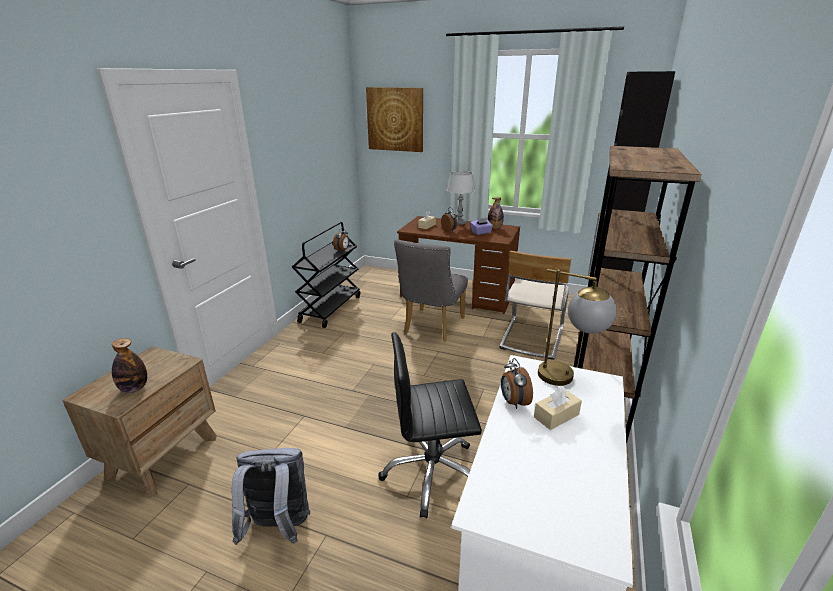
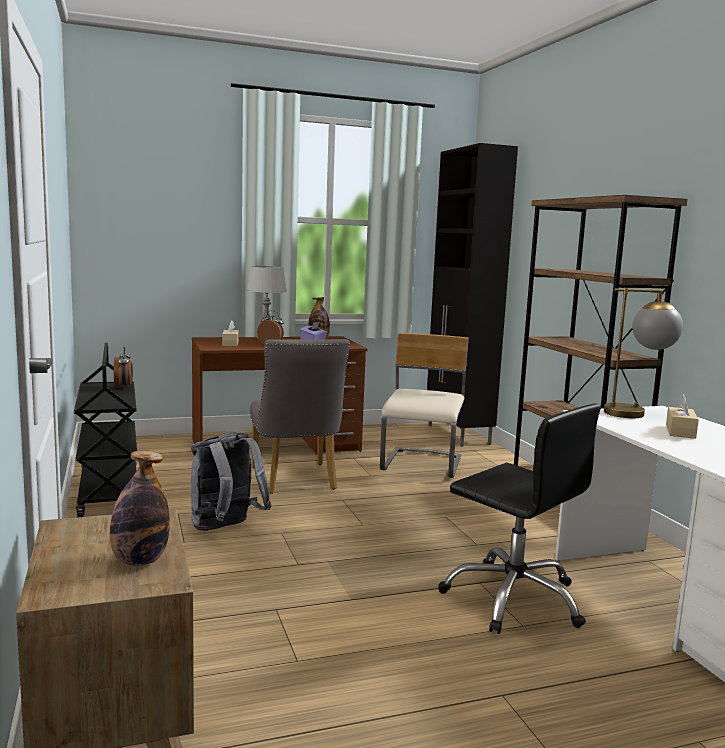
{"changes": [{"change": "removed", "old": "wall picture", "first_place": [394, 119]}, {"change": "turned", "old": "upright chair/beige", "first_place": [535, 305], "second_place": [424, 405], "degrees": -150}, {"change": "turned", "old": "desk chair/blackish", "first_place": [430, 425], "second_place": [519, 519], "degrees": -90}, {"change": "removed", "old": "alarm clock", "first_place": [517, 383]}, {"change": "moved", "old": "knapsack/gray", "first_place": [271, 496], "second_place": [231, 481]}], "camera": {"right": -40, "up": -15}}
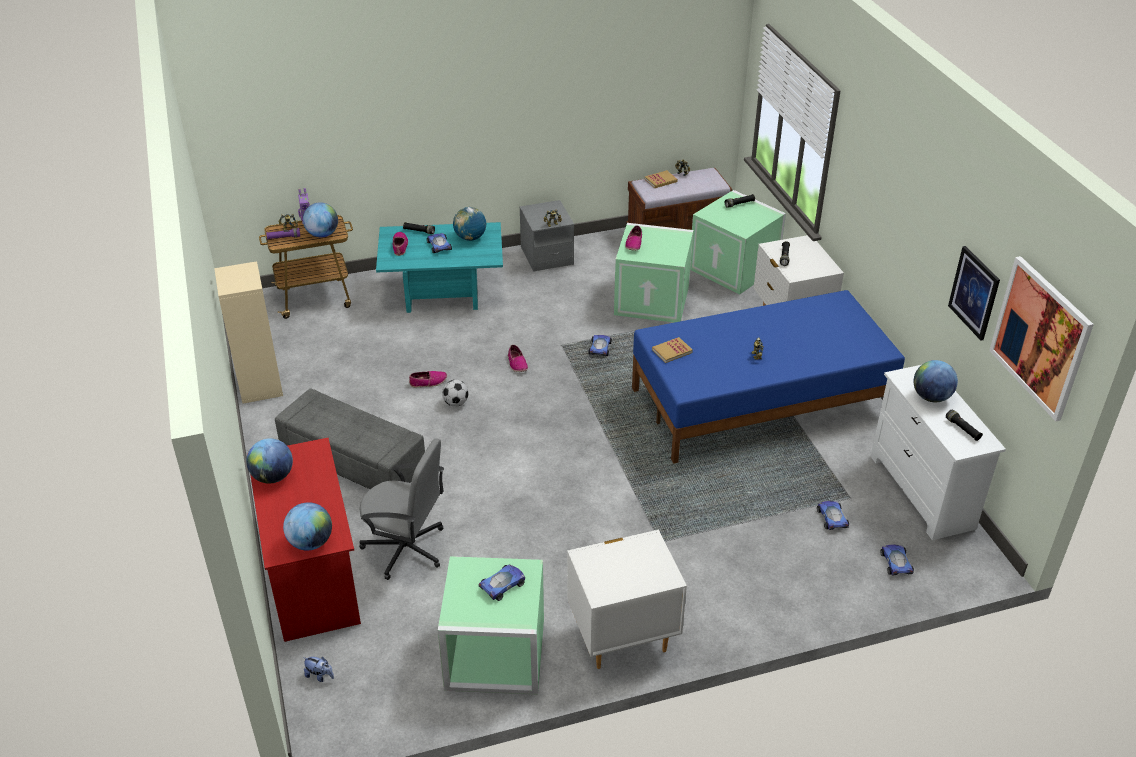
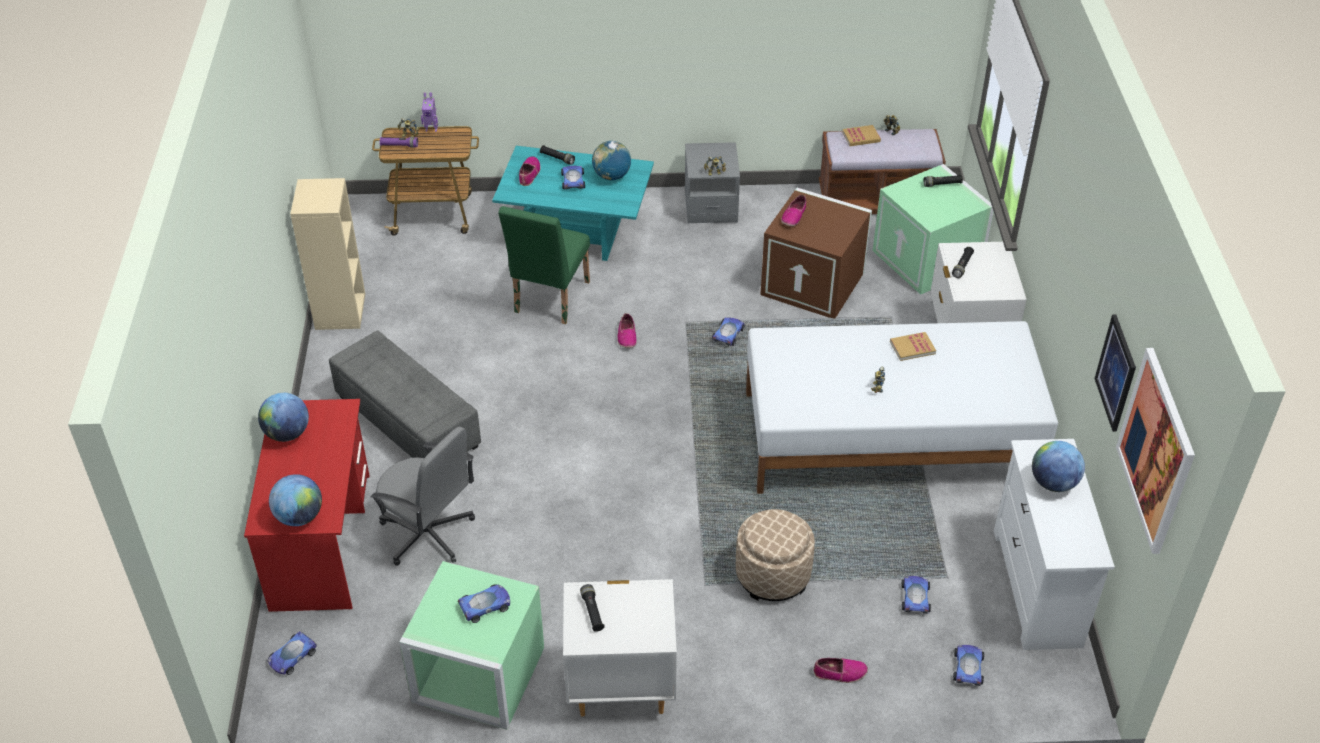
{"changes": [{"change": "removed", "old": "desk globe", "first_place": [320, 219]}, {"change": "recoloured", "old": "storage box/greenish", "new": "storage box/brown", "first_place": [653, 273], "second_place": [816, 253]}, {"change": "recoloured", "old": "sleeping bed/blue-coloured", "new": "sleeping bed/whitish", "first_place": [768, 377], "second_place": [902, 407]}, {"change": "moved", "old": "book", "first_place": [672, 350], "second_place": [913, 346]}, {"change": "moved", "old": "item of footwear", "first_place": [428, 379], "second_place": [840, 670]}, {"change": "removed", "old": "ball for football", "first_place": [455, 393]}, {"change": "moved", "old": "hand torch/blackish", "first_place": [964, 425], "second_place": [592, 608]}, {"change": "replaced", "old": "cuddly toy", "new": "miniature car", "first_place": [318, 669], "second_place": [292, 653]}, {"change": "added", "new": "upright chair/greenish", "second_place": [544, 265]}, {"change": "added", "new": "footrest/beige", "second_place": [775, 555]}], "camera": {"right": 15, "up": 5}}
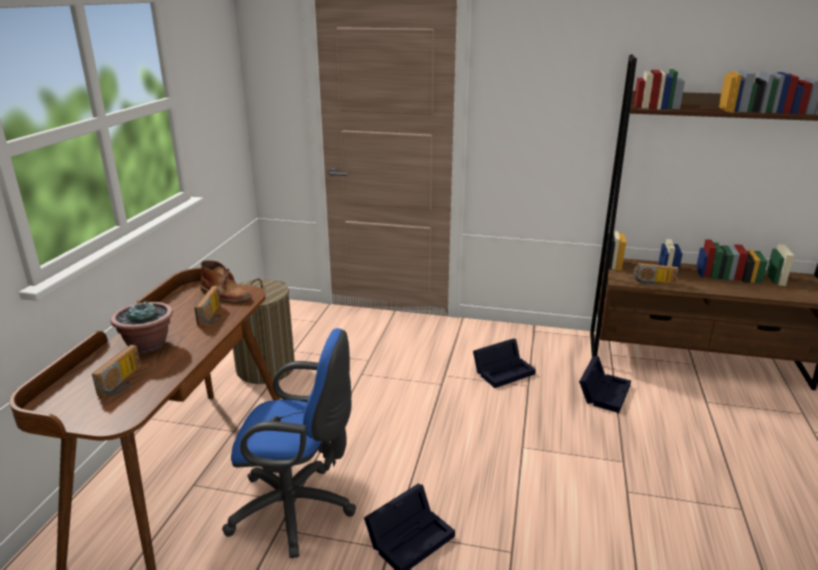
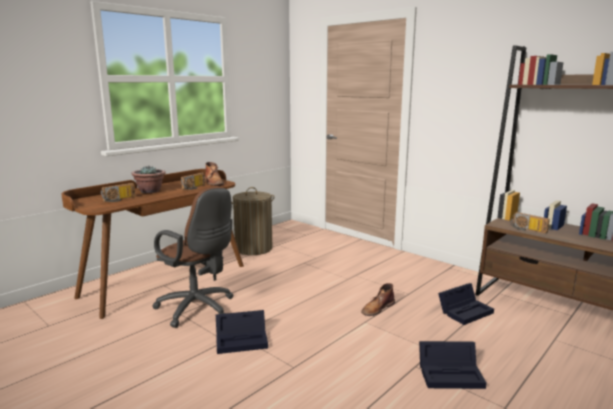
{"changes": [{"change": "recoloured", "old": "desk chair/blue-coloured", "new": "desk chair/brown", "first_place": [289, 443], "second_place": [193, 257]}, {"change": "moved", "old": "storage box/blackish", "first_place": [504, 363], "second_place": [453, 365]}, {"change": "added", "new": "boot/brown", "second_place": [378, 299]}], "camera": {"right": 30, "up": -10}}
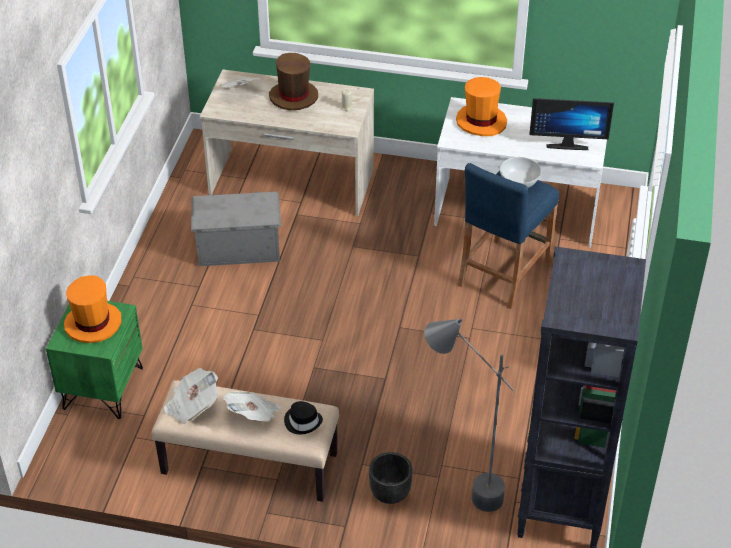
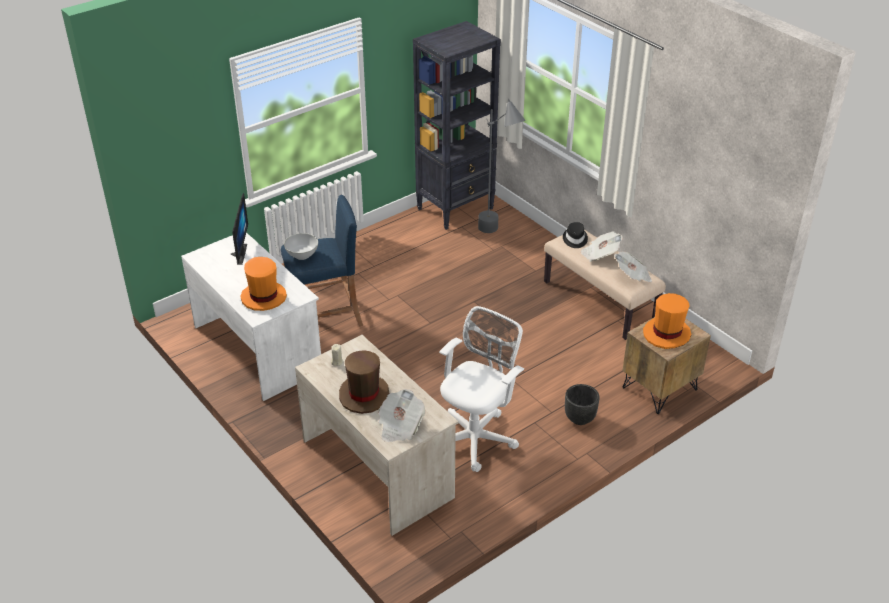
{"changes": [{"change": "turned", "old": "computer display", "first_place": [571, 124], "second_place": [239, 229], "degrees": 45}, {"change": "replaced", "old": "storage box/gray", "new": "desk chair/whitish", "first_place": [236, 229], "second_place": [481, 389]}, {"change": "recoloured", "old": "bedside table/greenish", "new": "bedside table/brown", "first_place": [94, 360], "second_place": [666, 365]}, {"change": "moved", "old": "flower pot/blackish", "first_place": [391, 478], "second_place": [582, 404]}], "camera": {"right": -140, "up": -5}}
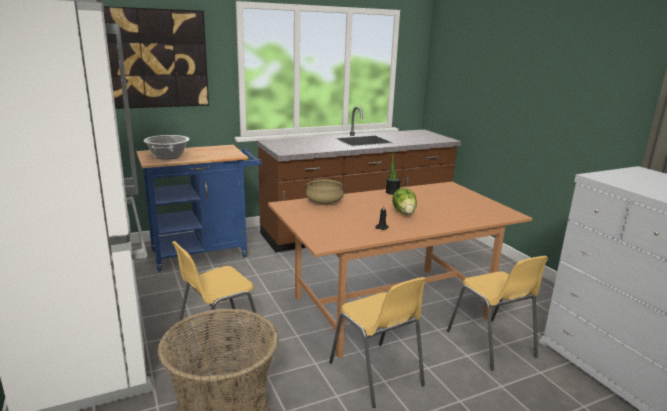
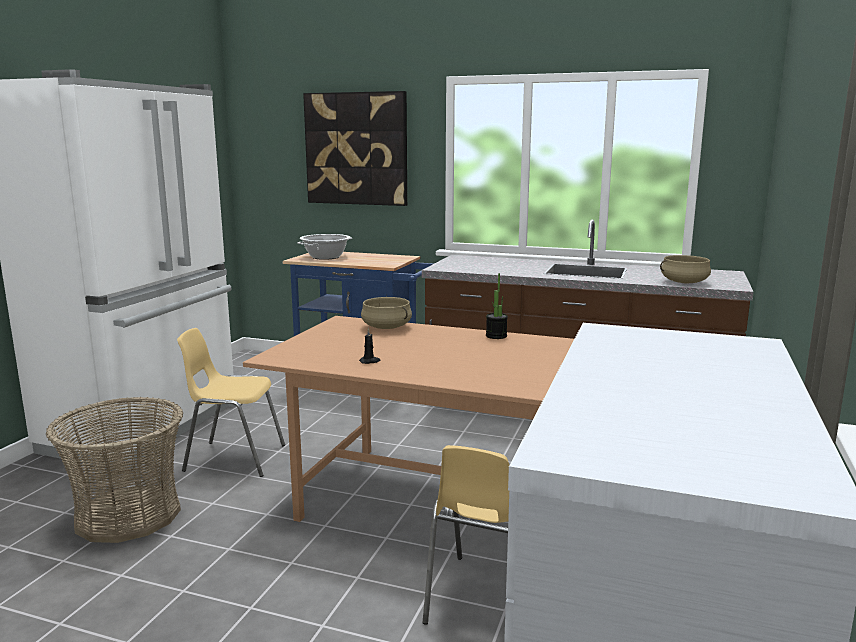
{"changes": [{"change": "removed", "old": "lettuce", "first_place": [404, 201]}, {"change": "removed", "old": "upright chair/yellow-coloured", "first_place": [377, 342]}, {"change": "added", "new": "saucepot/beige", "second_place": [685, 269]}], "camera": {"right": 45, "up": -5}}
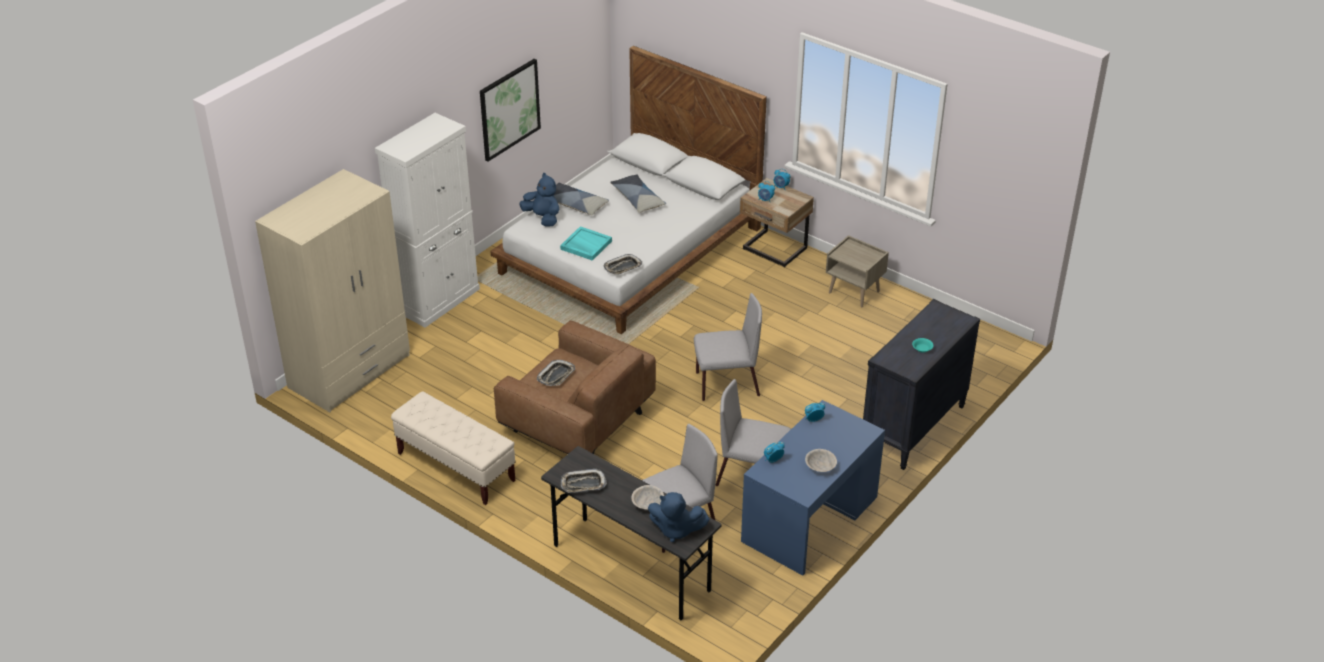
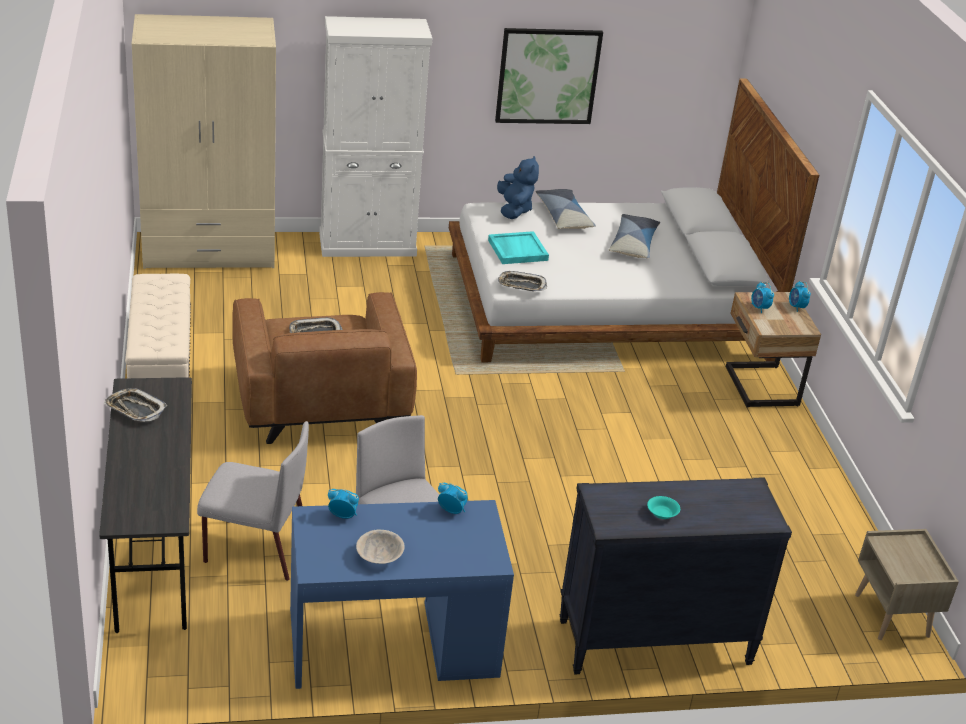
{"changes": [{"change": "moved", "old": "bedside table/beige", "first_place": [857, 271], "second_place": [907, 584]}, {"change": "removed", "old": "upright chair/gray", "first_place": [728, 347]}, {"change": "removed", "old": "deep dish/beige", "first_place": [647, 497]}, {"change": "removed", "old": "cuddly toy/blue-coloured", "first_place": [679, 517]}], "camera": {"right": 40, "up": -5}}
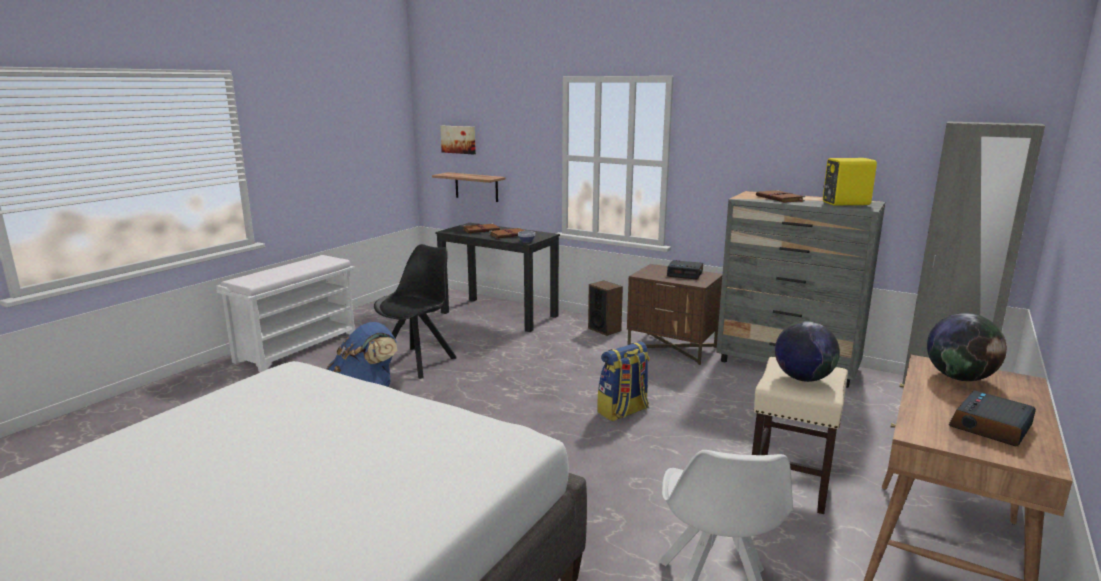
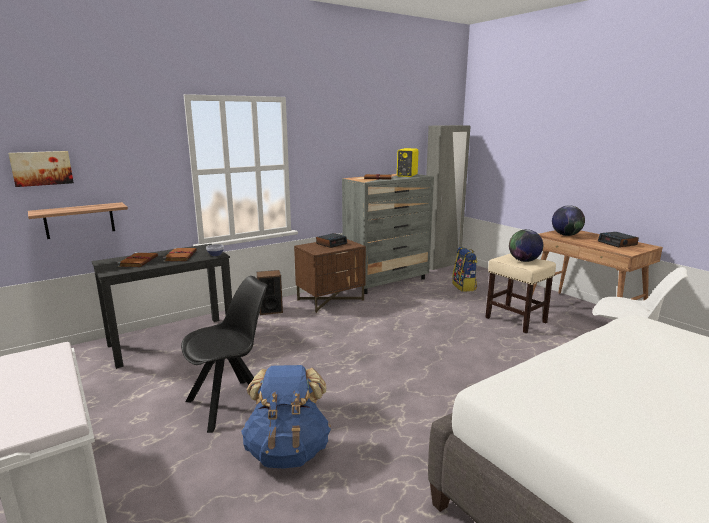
{"changes": [{"change": "turned", "old": "upright chair/blackish", "first_place": [415, 311], "second_place": [224, 354], "degrees": 90}, {"change": "moved", "old": "knapsack", "first_place": [623, 381], "second_place": [465, 269]}], "camera": {"right": -65, "up": 0}}
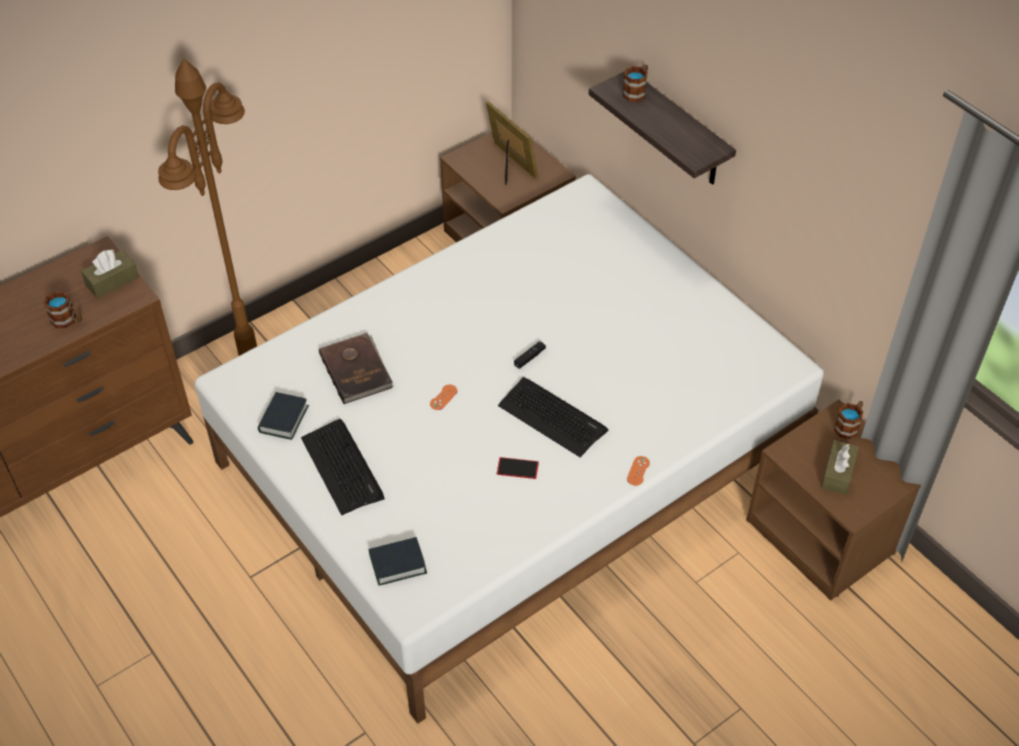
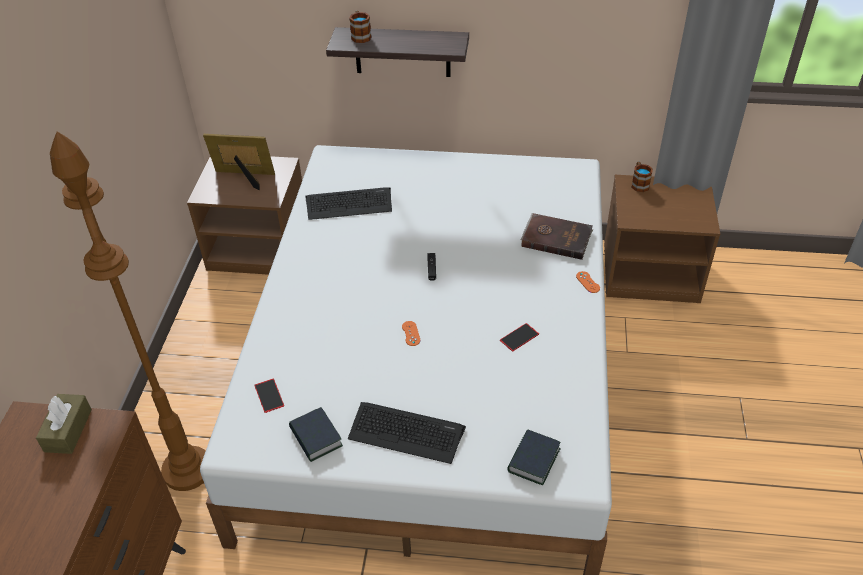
{"changes": [{"change": "removed", "old": "tea mug", "first_place": [63, 309]}, {"change": "moved", "old": "book/brown", "first_place": [356, 368], "second_place": [557, 236]}, {"change": "moved", "old": "computer keyboard", "first_place": [553, 417], "second_place": [348, 203]}, {"change": "removed", "old": "box of tissues/brown", "first_place": [840, 467]}, {"change": "added", "new": "telephone", "second_place": [269, 396]}], "camera": {"right": -45, "up": -5}}
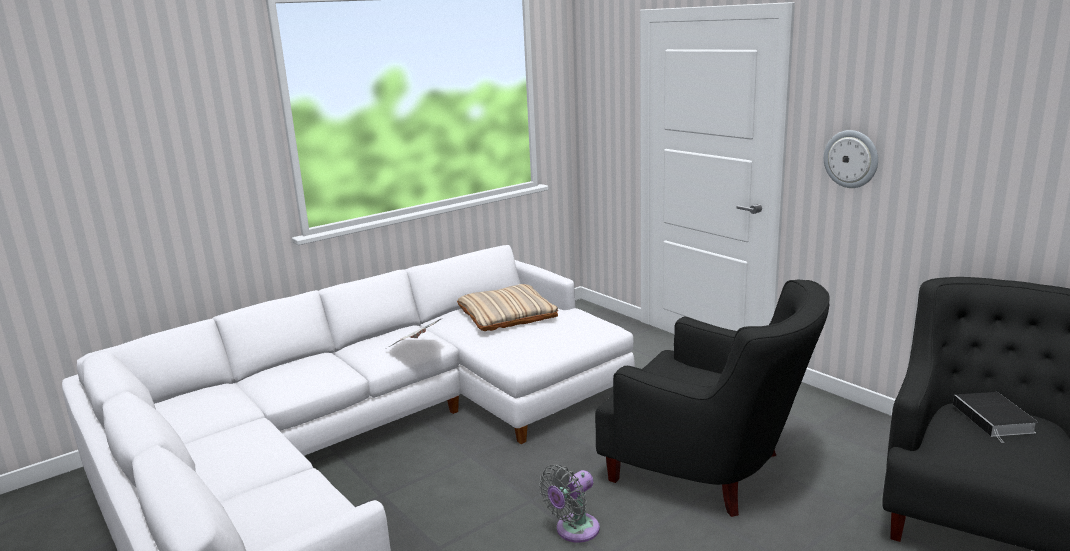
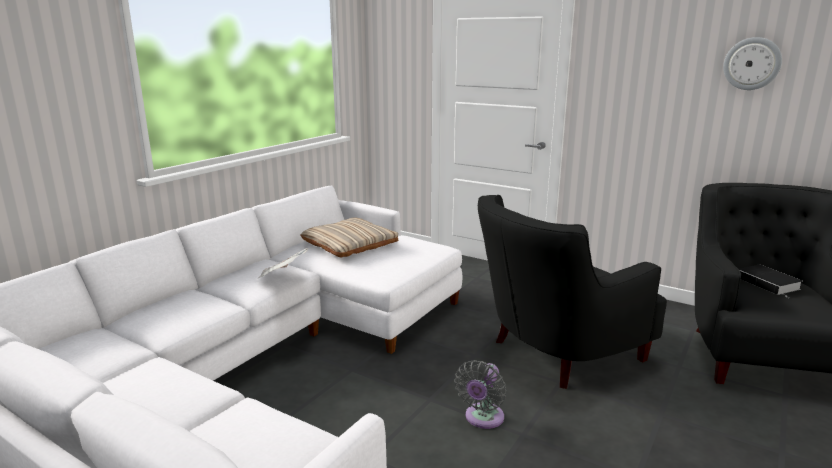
{"changes": [{"change": "moved", "old": "hanging clock", "first_place": [851, 159], "second_place": [752, 63]}, {"change": "turned", "old": "armchair/blackish", "first_place": [712, 398], "second_place": [572, 292], "degrees": 135}], "camera": {"right": -20, "up": 0}}
